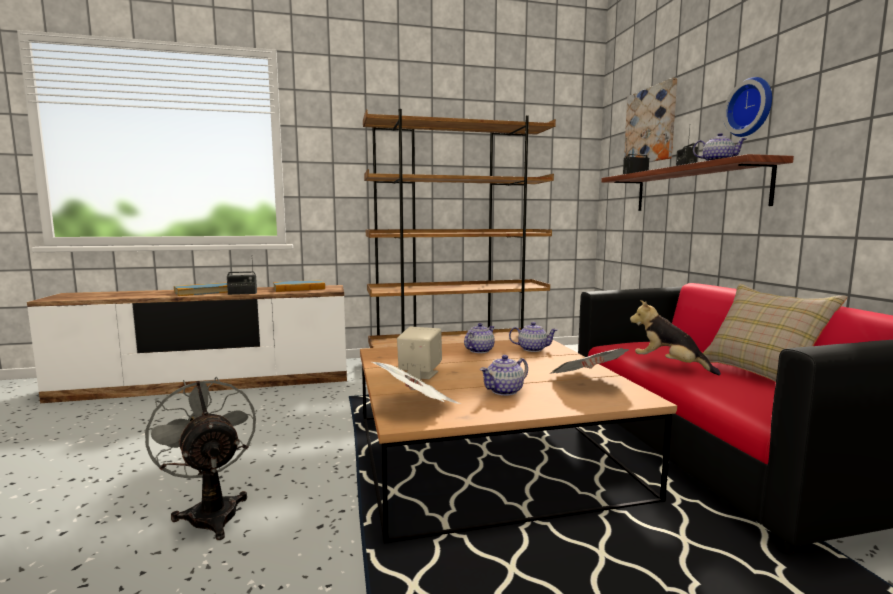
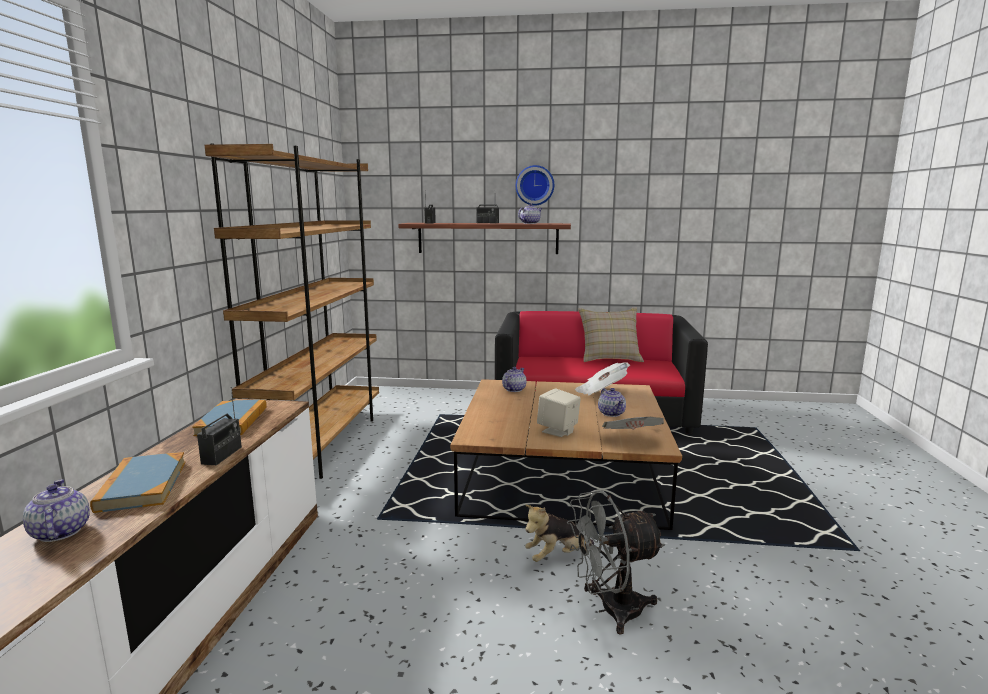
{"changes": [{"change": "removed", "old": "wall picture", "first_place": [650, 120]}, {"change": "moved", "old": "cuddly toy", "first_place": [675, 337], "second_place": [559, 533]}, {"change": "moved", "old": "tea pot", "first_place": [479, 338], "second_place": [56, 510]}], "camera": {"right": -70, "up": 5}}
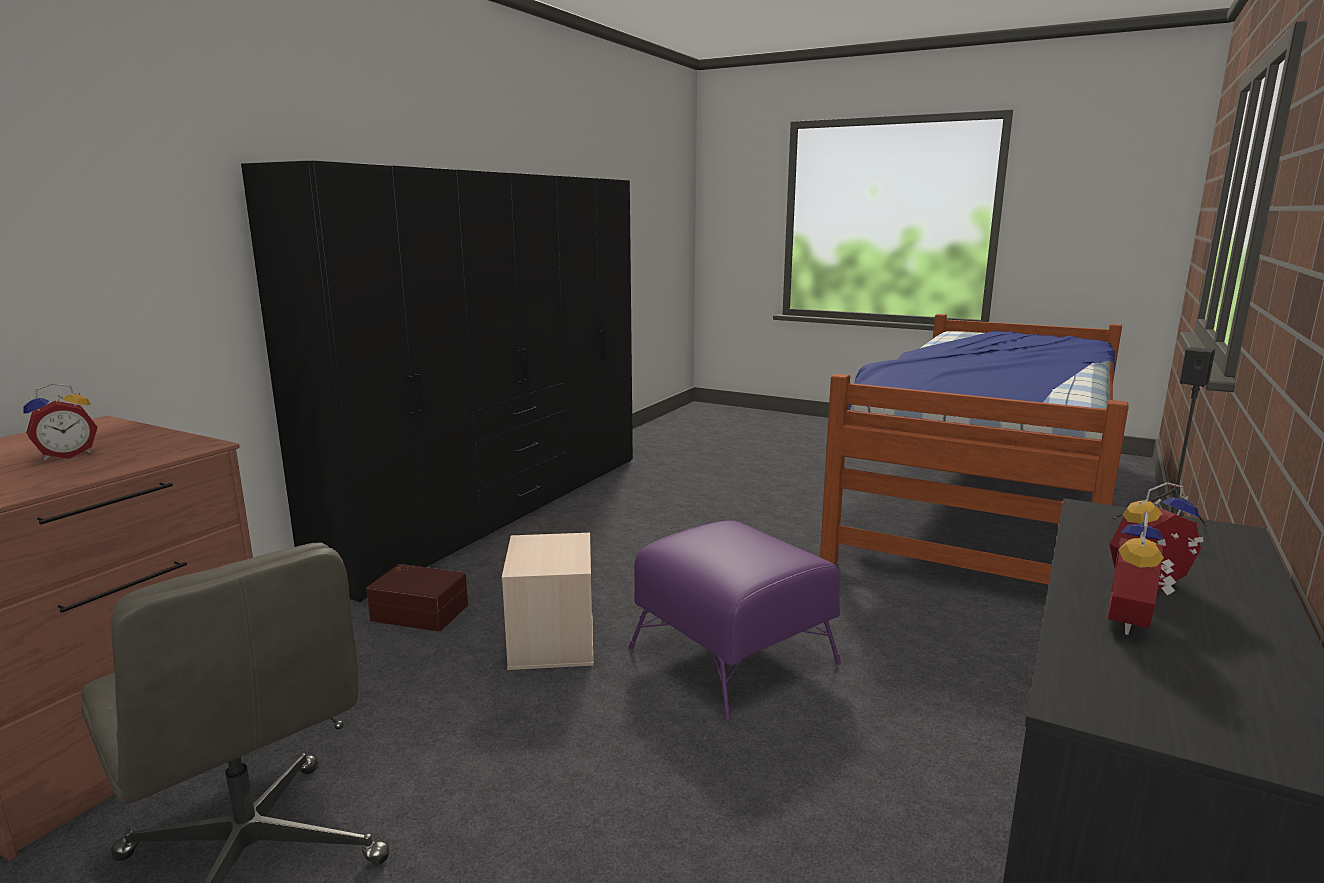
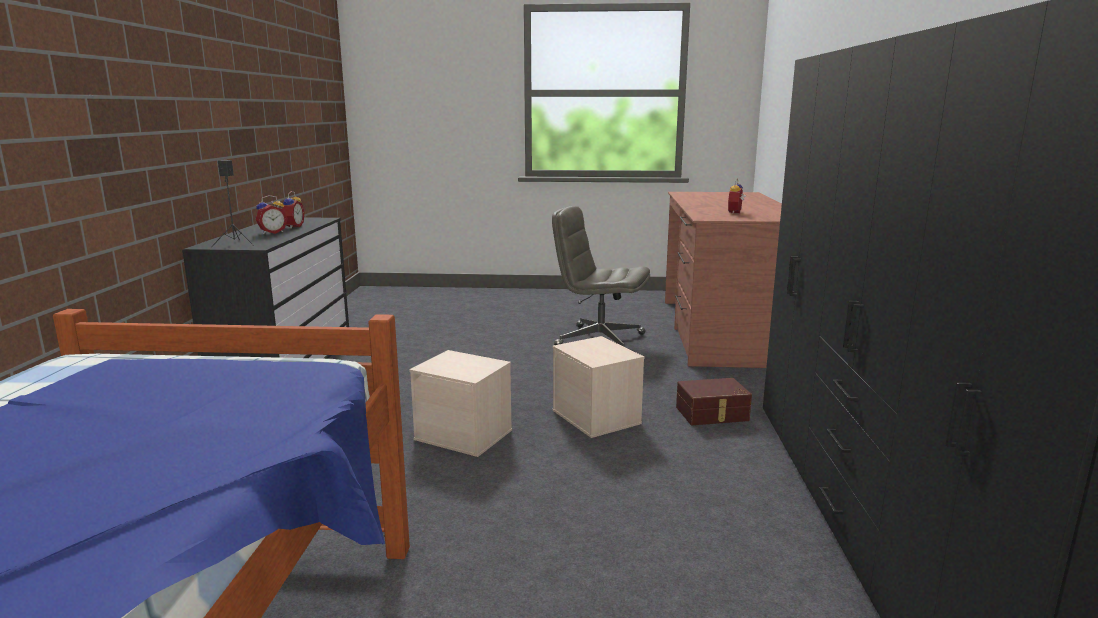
{"changes": [{"change": "replaced", "old": "footrest/purplish", "new": "storage box/beige", "first_place": [734, 620], "second_place": [460, 403]}], "camera": {"right": 155, "up": 0}}
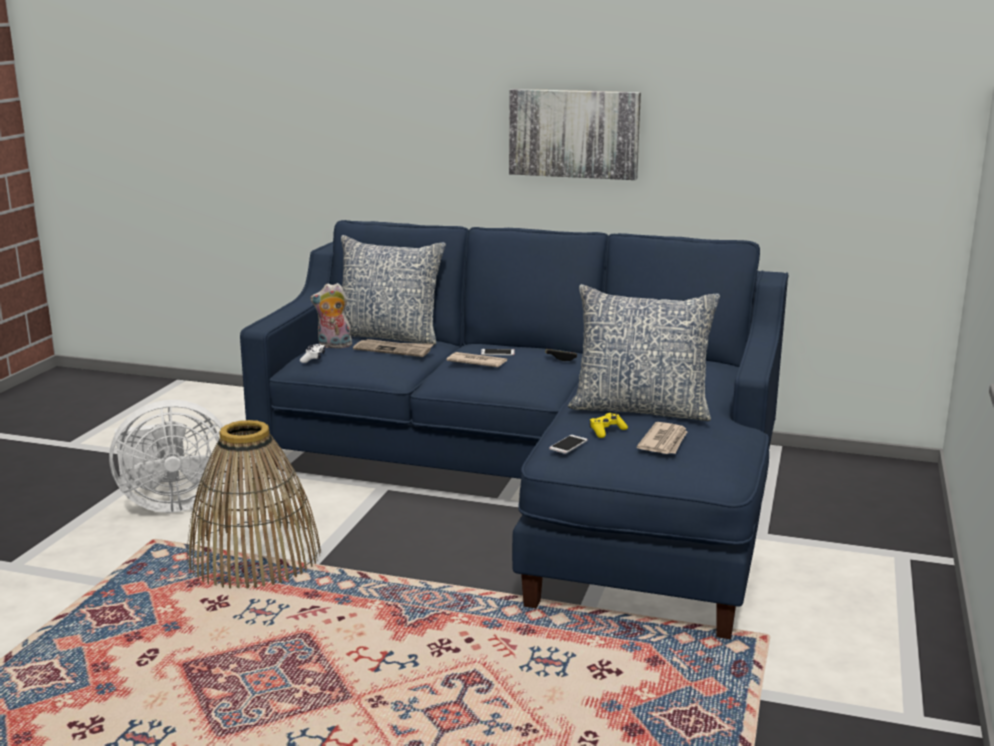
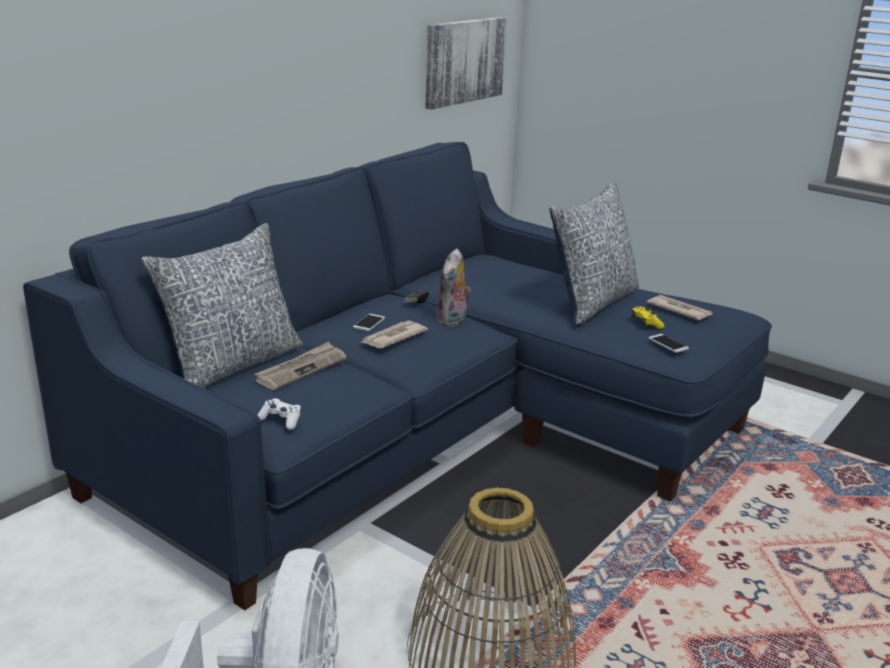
{"changes": [{"change": "moved", "old": "wall picture", "first_place": [575, 134], "second_place": [466, 63]}, {"change": "moved", "old": "cuddly toy", "first_place": [331, 315], "second_place": [454, 287]}], "camera": {"right": -70, "up": 5}}
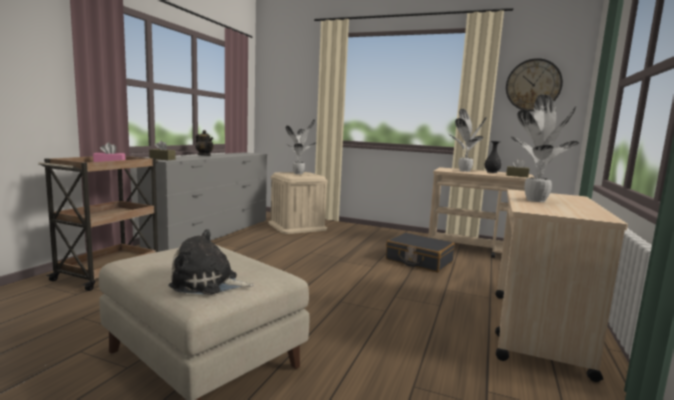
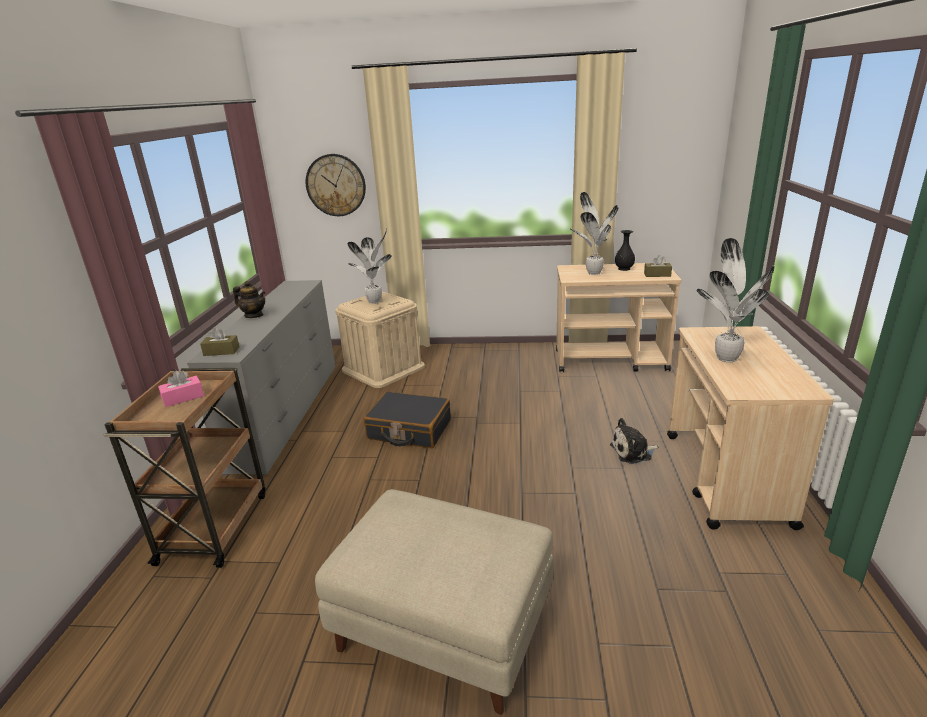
{"changes": [{"change": "moved", "old": "hanging clock", "first_place": [534, 84], "second_place": [336, 185]}, {"change": "moved", "old": "cuddly toy", "first_place": [211, 262], "second_place": [634, 441]}, {"change": "moved", "old": "suitcase/blackish", "first_place": [420, 252], "second_place": [407, 419]}], "camera": {"right": -15, "up": 15}}
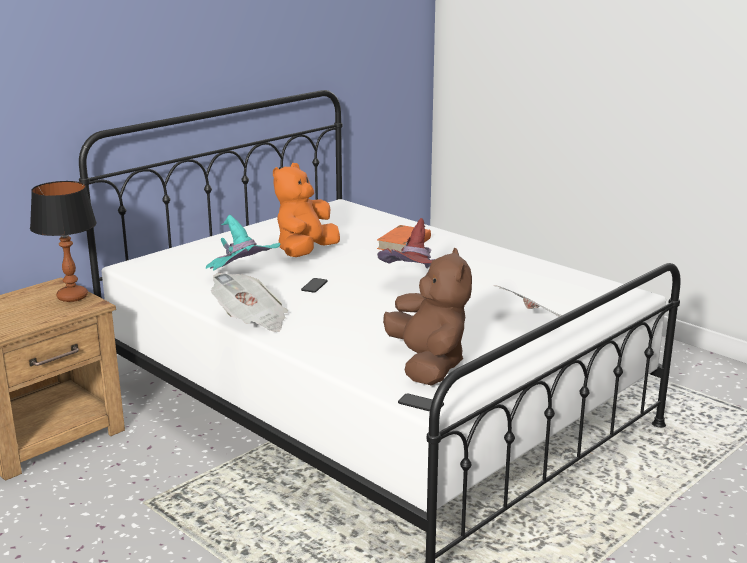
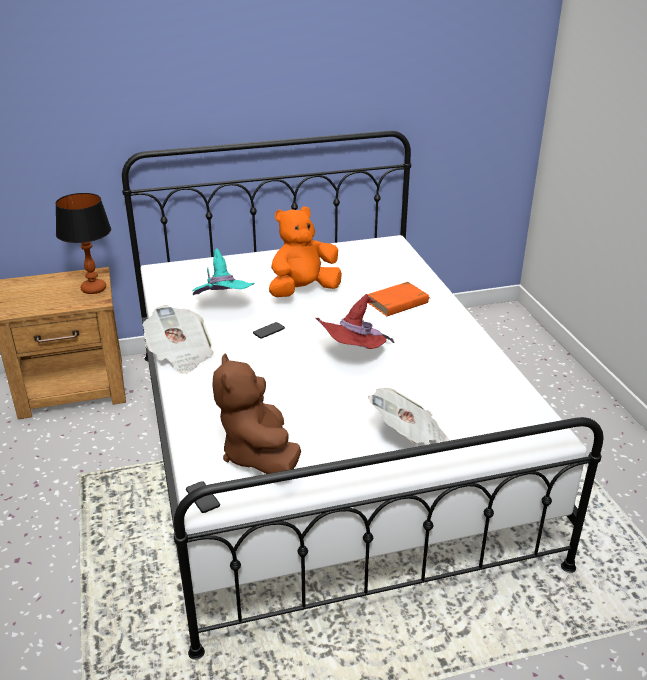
{"changes": [{"change": "turned", "old": "cuddly toy/brown", "first_place": [427, 317], "second_place": [256, 414], "degrees": 150}], "camera": {"right": 30, "up": 10}}
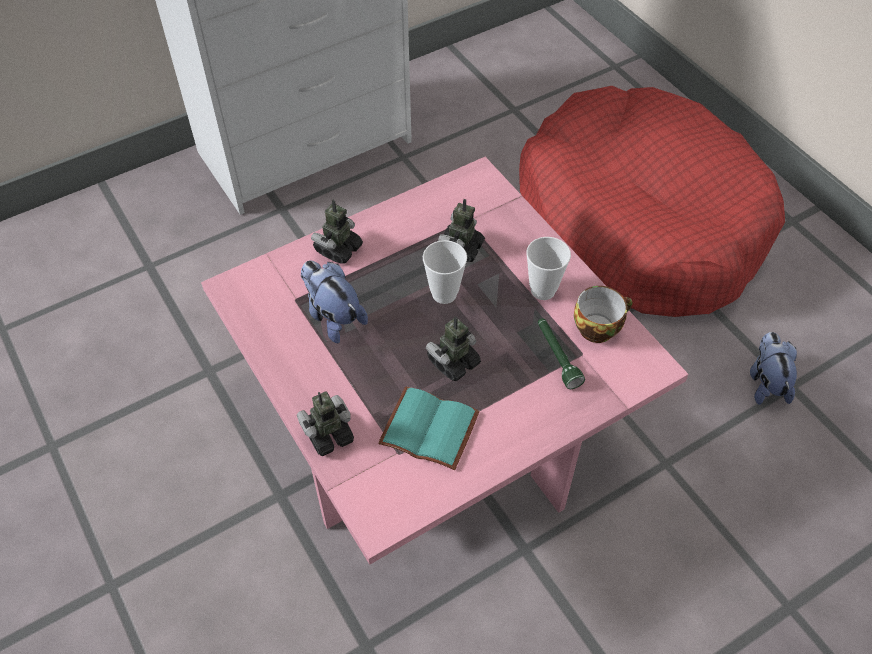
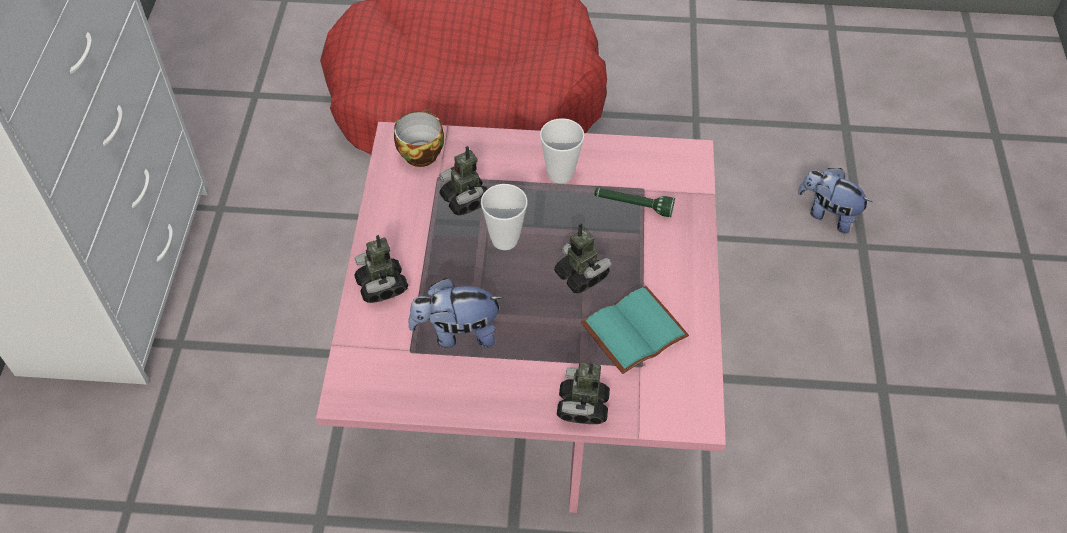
{"changes": [{"change": "moved", "old": "cup", "first_place": [603, 314], "second_place": [419, 138]}, {"change": "turned", "old": "robot figure", "first_place": [453, 348], "second_place": [582, 258], "degrees": 150}, {"change": "moved", "old": "cuddly toy", "first_place": [773, 368], "second_place": [835, 201]}], "camera": {"right": -55, "up": 0}}
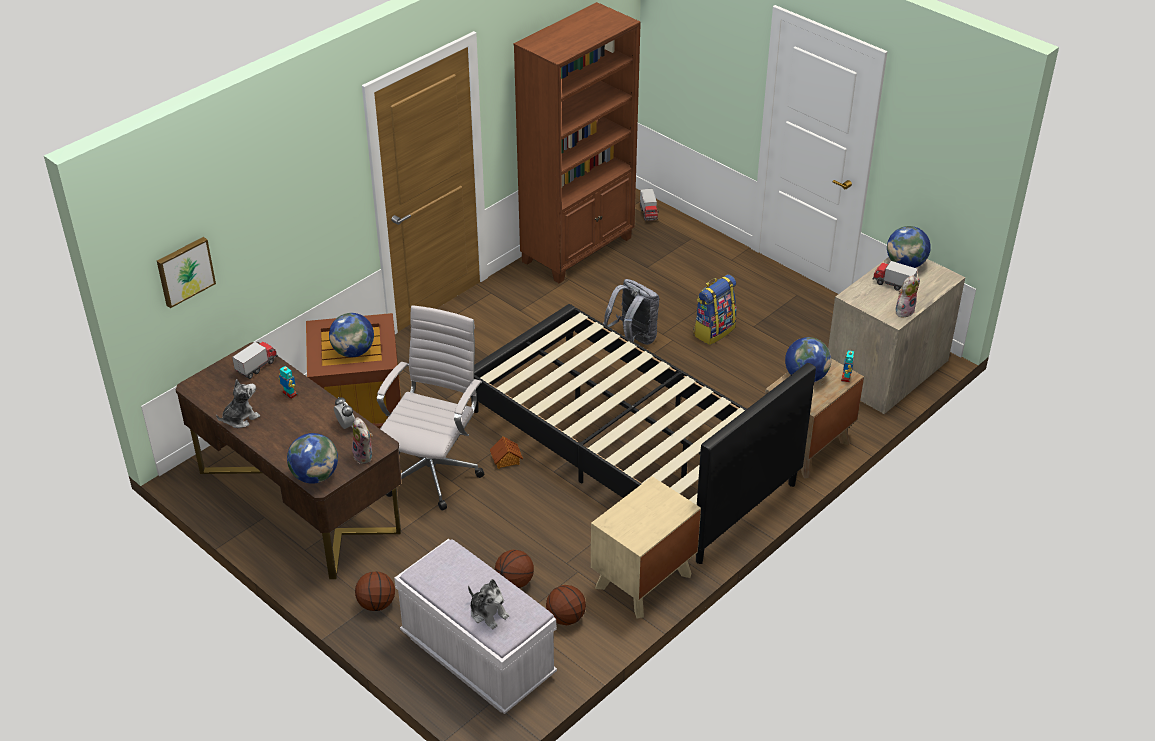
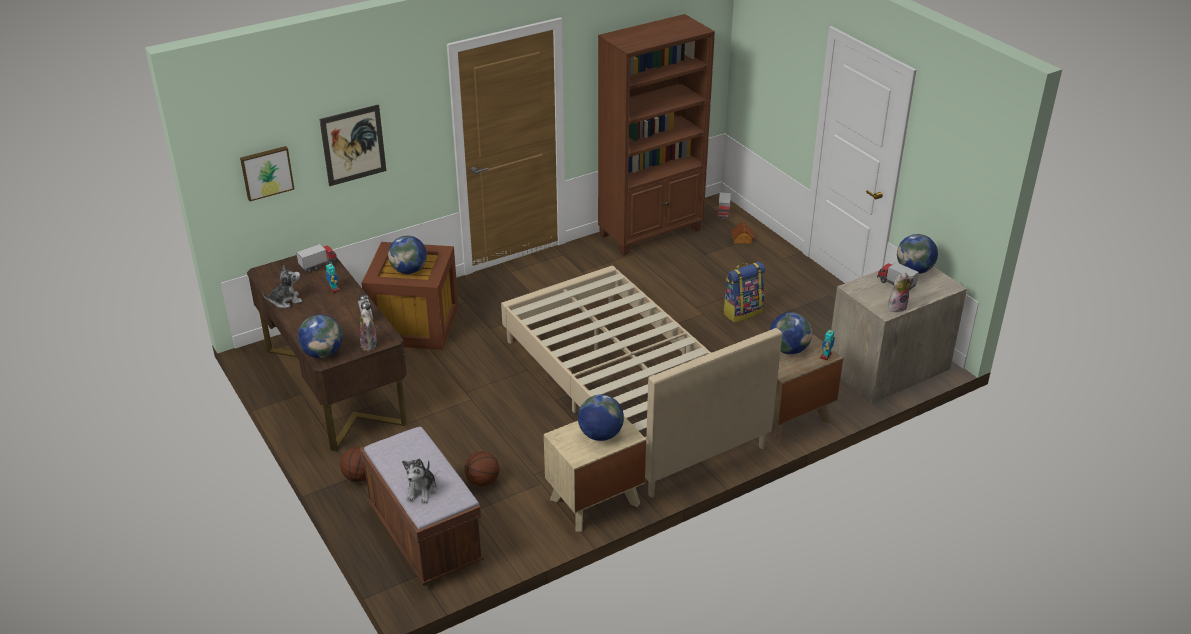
{"changes": [{"change": "removed", "old": "knapsack/gray", "first_place": [631, 312]}, {"change": "recoloured", "old": "sleeping bed/blackish", "new": "sleeping bed/beige", "first_place": [643, 434], "second_place": [641, 381]}, {"change": "removed", "old": "desk chair/whitish", "first_place": [430, 408]}, {"change": "moved", "old": "model house", "first_place": [506, 452], "second_place": [742, 232]}, {"change": "recoloured", "old": "long seat/whitish", "new": "long seat/brown", "first_place": [475, 626], "second_place": [421, 505]}, {"change": "turned", "old": "cuddly toy", "first_place": [488, 604], "second_place": [419, 480], "degrees": 45}, {"change": "removed", "old": "basketball ball", "first_place": [566, 605]}, {"change": "added", "new": "wall picture", "second_place": [352, 145]}, {"change": "added", "new": "desk globe", "second_place": [601, 418]}], "camera": {"right": 15, "up": -5}}
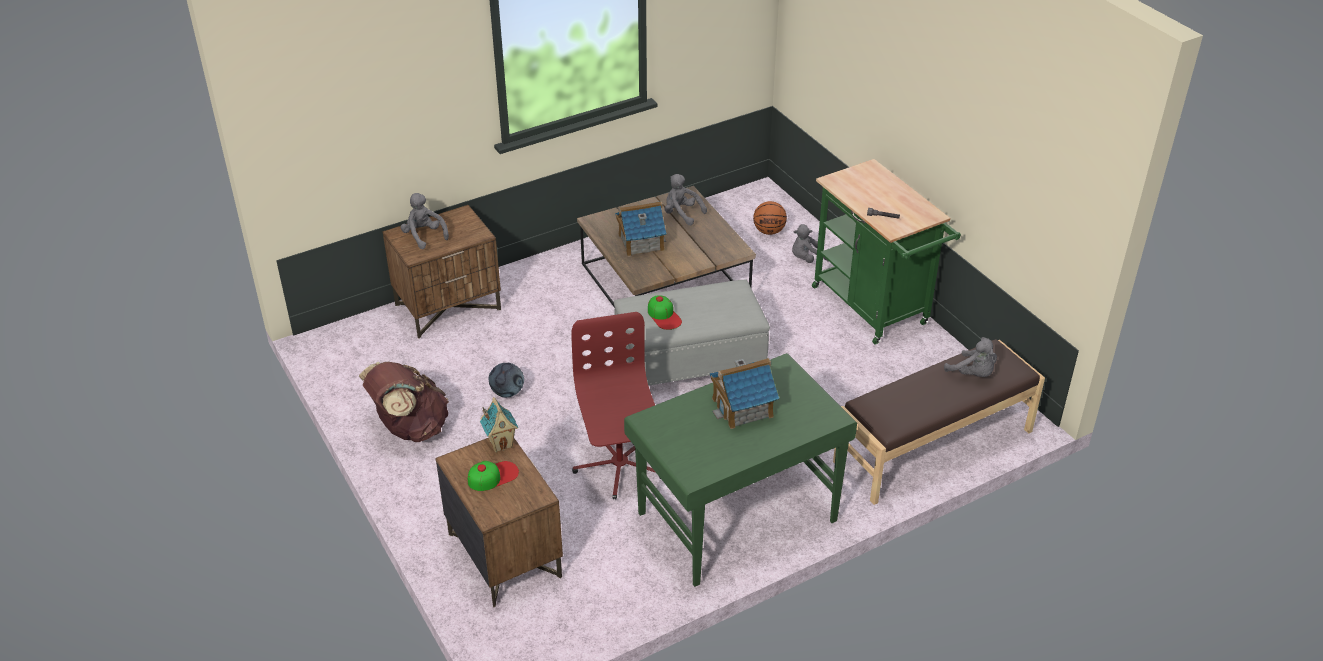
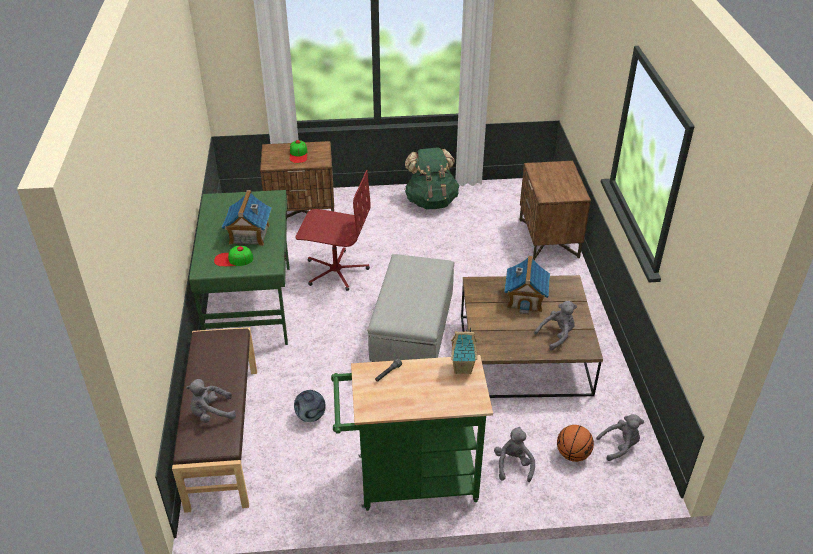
{"changes": [{"change": "moved", "old": "cuddly toy/gray", "first_place": [425, 221], "second_place": [620, 437]}, {"change": "moved", "old": "peaked cap", "first_place": [665, 312], "second_place": [233, 256]}, {"change": "recoloured", "old": "knapsack/brown", "new": "knapsack/greenish", "first_place": [404, 402], "second_place": [431, 178]}, {"change": "moved", "old": "ball for football", "first_place": [506, 380], "second_place": [310, 406]}, {"change": "moved", "old": "model house", "first_place": [499, 424], "second_place": [464, 350]}], "camera": {"right": 115, "up": 0}}
